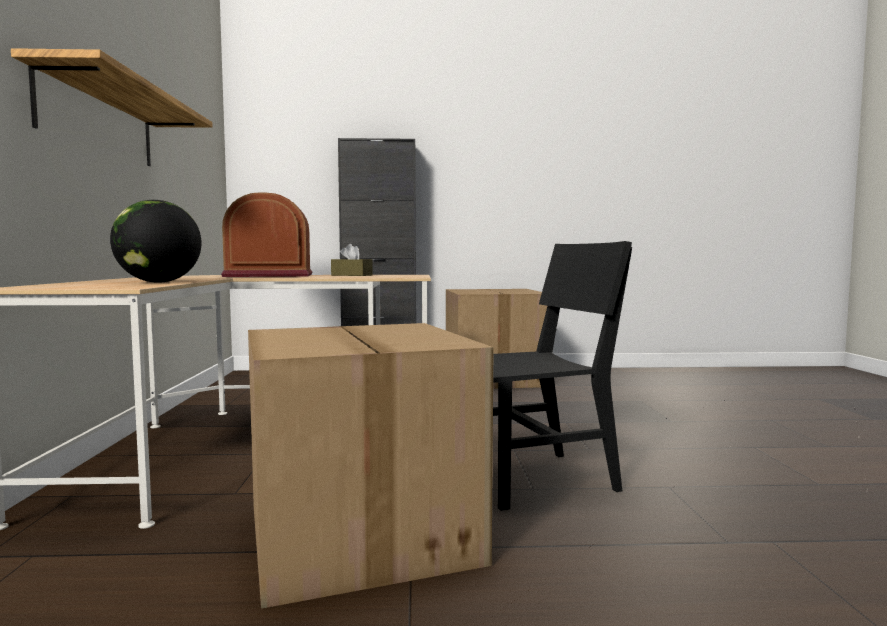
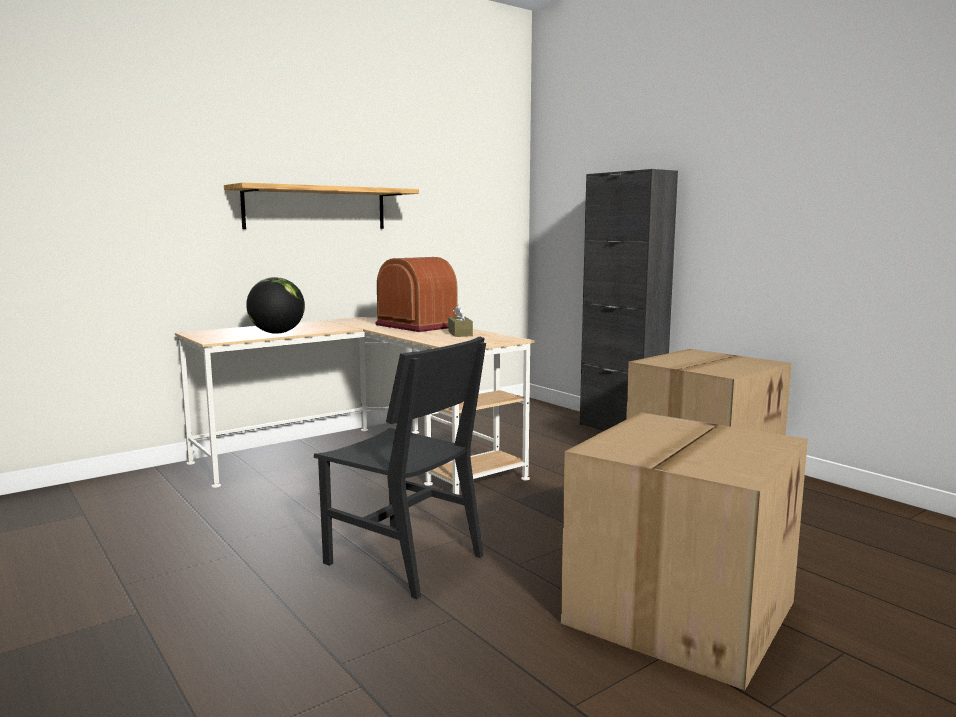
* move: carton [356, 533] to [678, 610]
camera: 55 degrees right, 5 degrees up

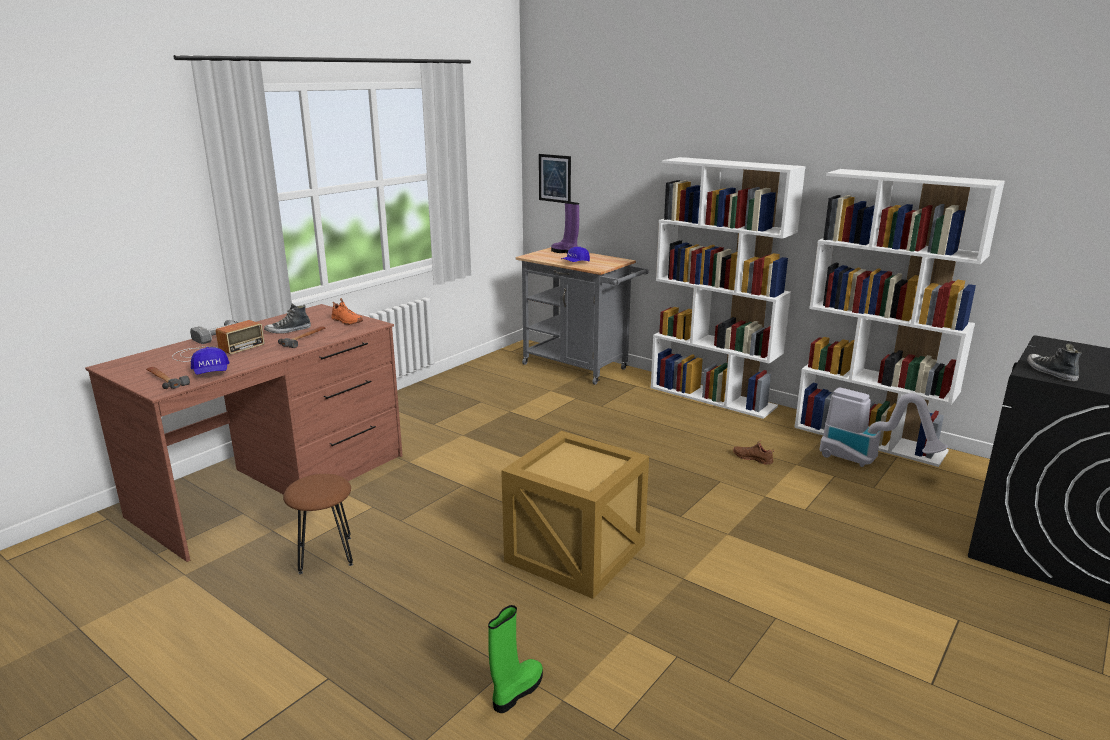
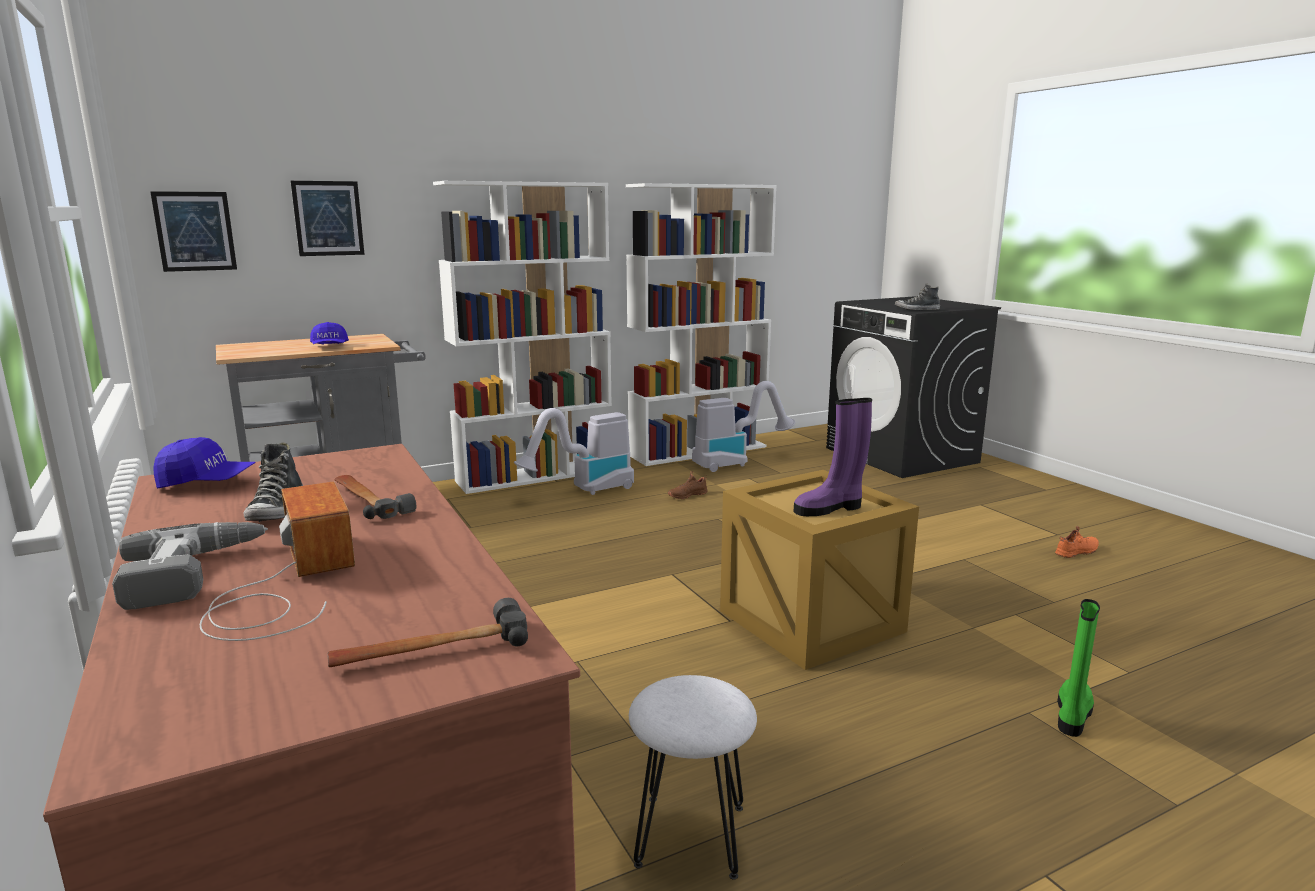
* move: botte [violet] [565, 253] to [830, 509]
* move: chaussure [orange] [346, 322] to [1077, 552]
* move: casquette [bleu] [211, 372] to [207, 483]
* recolor: tabouret [marron] [325, 555] to tabouret [blanc] [692, 835]
* rotate: botte [vert] [516, 691] = [1072, 715] 60 degrees clockwise
* insert: tableau [328, 218]
* insert: aspirateur [584, 491]
camera: 65 degrees left, 5 degrees down

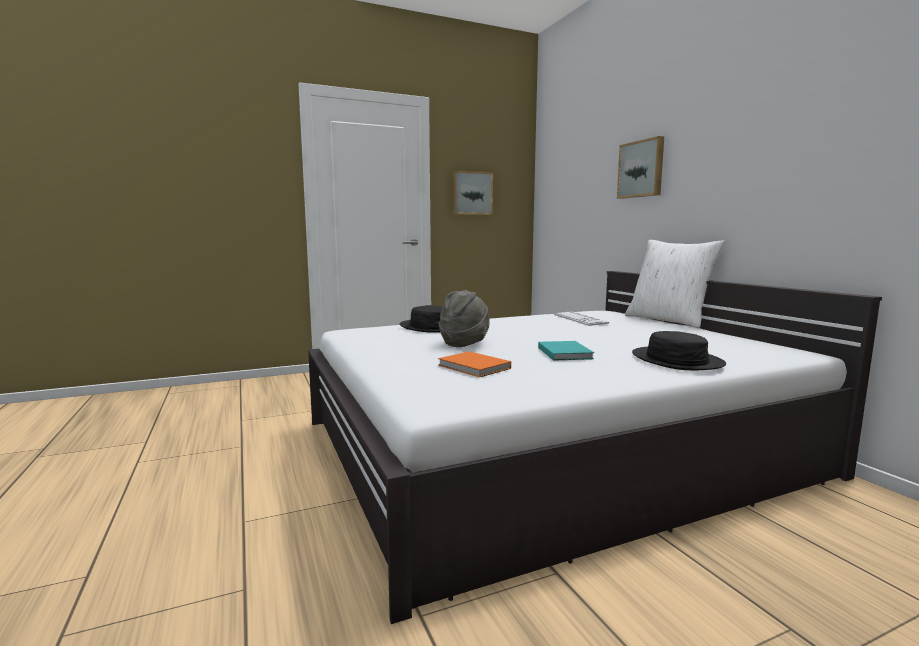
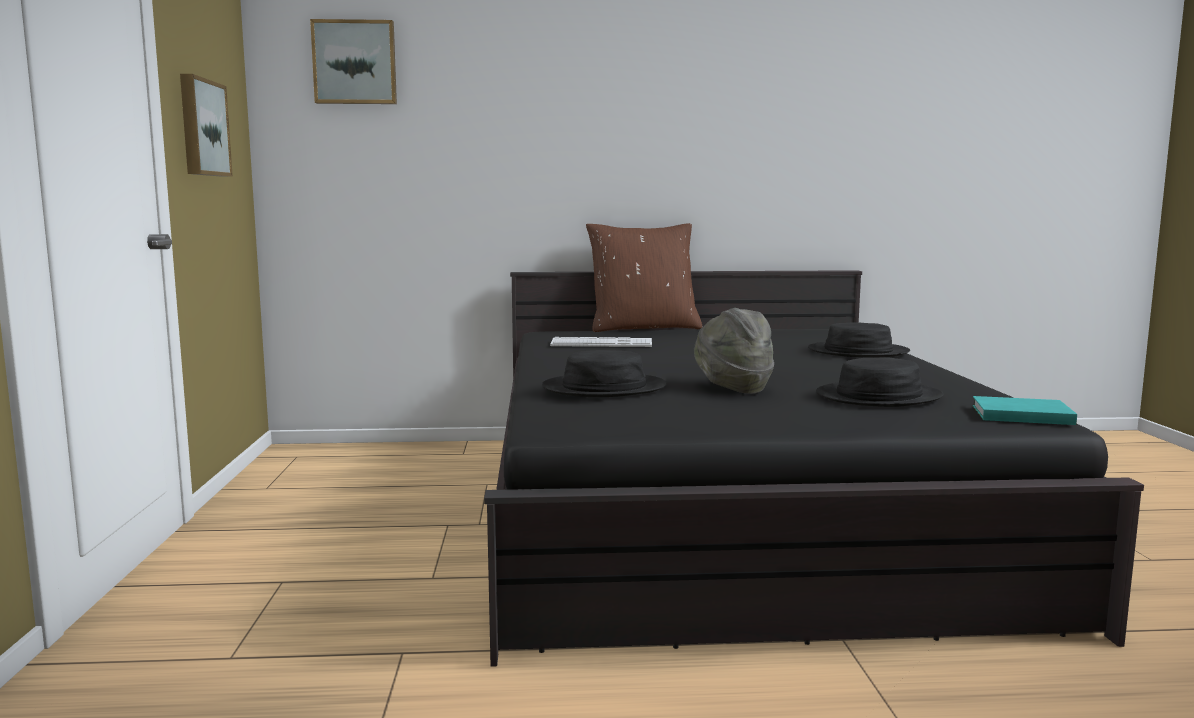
* move: tableau [641, 169] to [355, 63]
* recolor: coussin [blanc] [668, 320] to coussin [marron] [643, 328]
* recolor: lit [blanc] [550, 448] to lit [noir] [728, 512]
* move: livre [turquoise] [565, 353] to [1018, 414]
* replace: livre [orange] [474, 367] to chapeau [noir] [879, 397]
camera: 70 degrees left, 0 degrees up

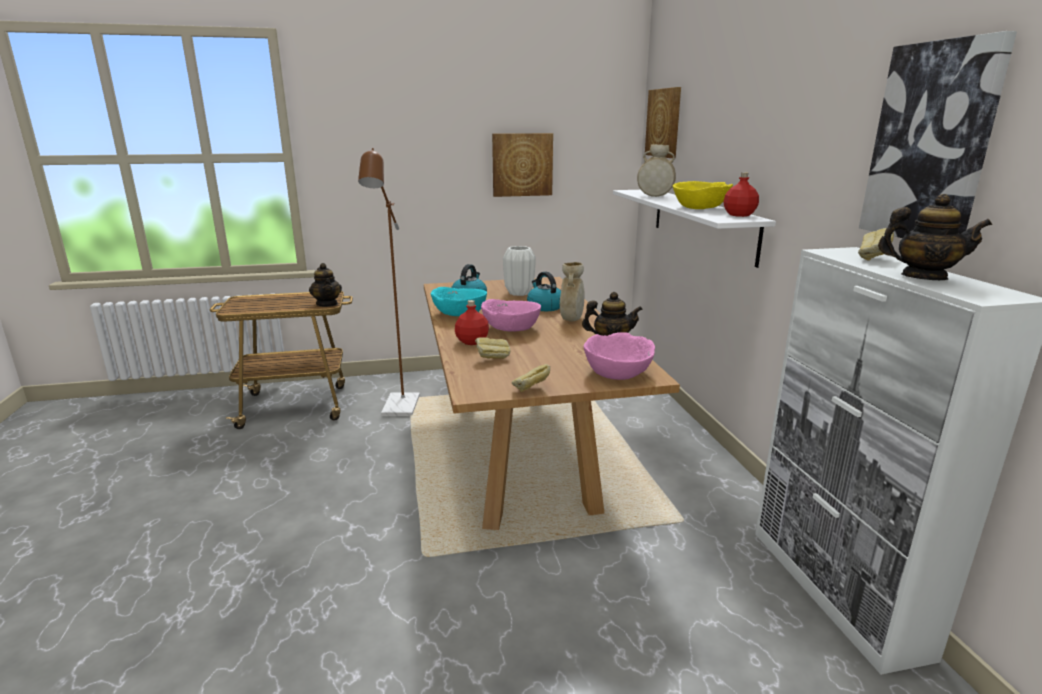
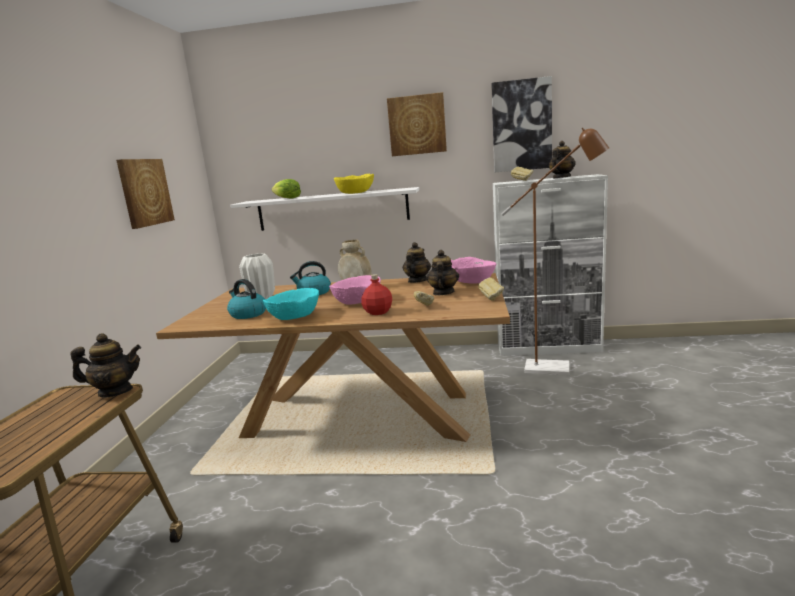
* move: tableau [664, 123] to [417, 125]
* replace: vase [beige] [654, 196] to laitue [287, 198]
* move: lampadaire [marron] [399, 410] to [556, 368]
* delete: bouteille [rouge] [739, 215]
* insert: théière [443, 293]
camera: 70 degrees left, 5 degrees down

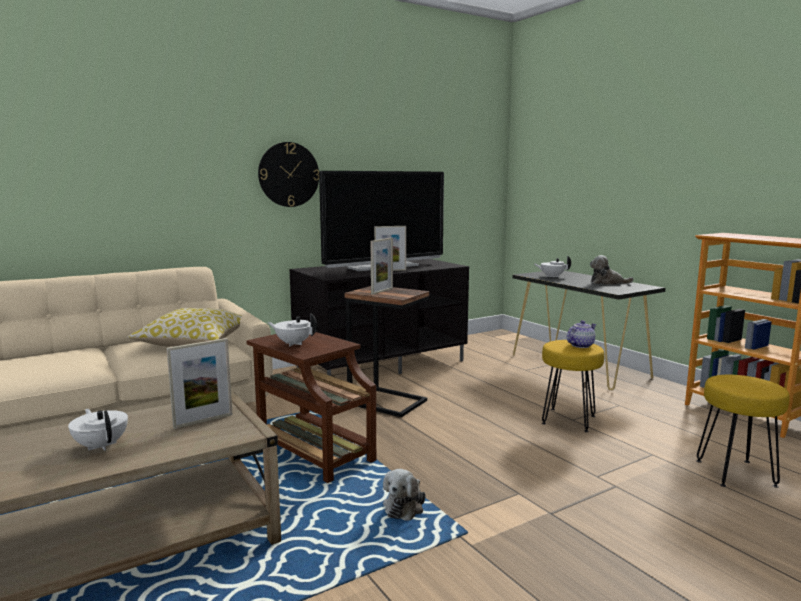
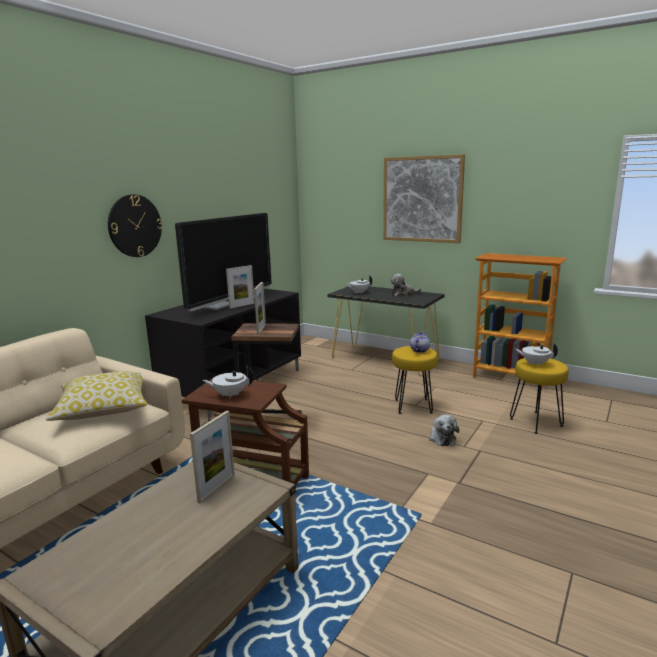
* move: théière [blanc] [101, 446] to [534, 363]
* move: peluche [404, 507] to [442, 438]
* insert: tableau [422, 199]
camera: 25 degrees left, 5 degrees up

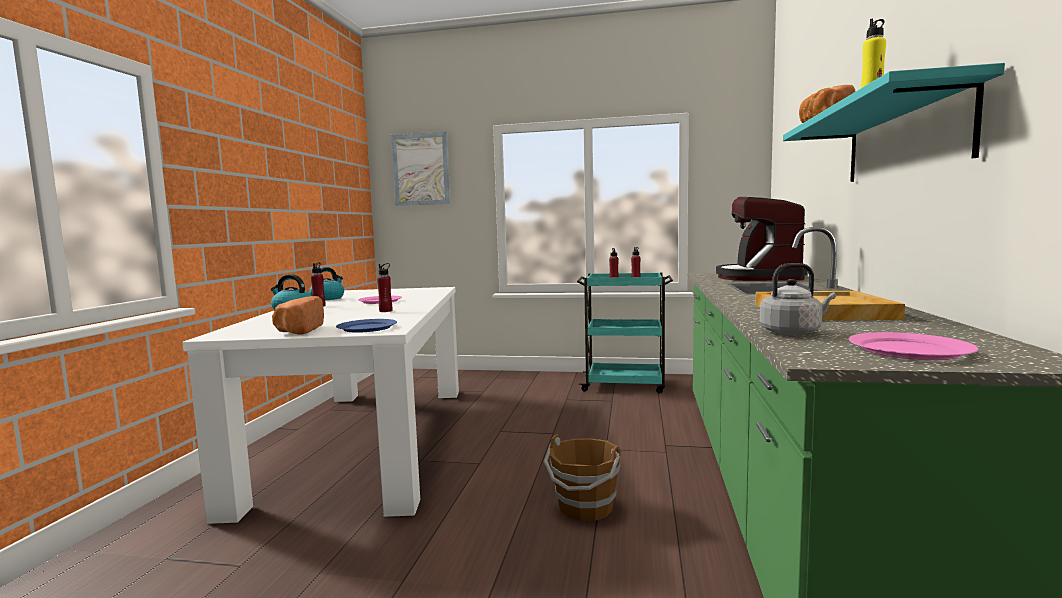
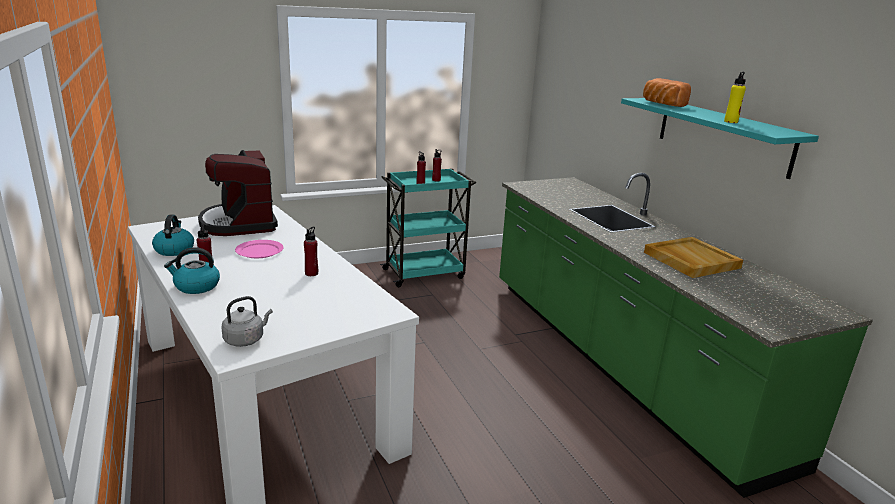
* delete: tableau [421, 169]
* move: machine à café [758, 277] to [239, 223]
* move: bouilloire [gris] [793, 332] to [246, 339]
* delete: pain [298, 330]
* delete: assiette [bleu] [367, 328]
* delete: assiette [rose] [910, 350]
* delete: seau [marron] [585, 508]
camera: 35 degrees left, 15 degrees up

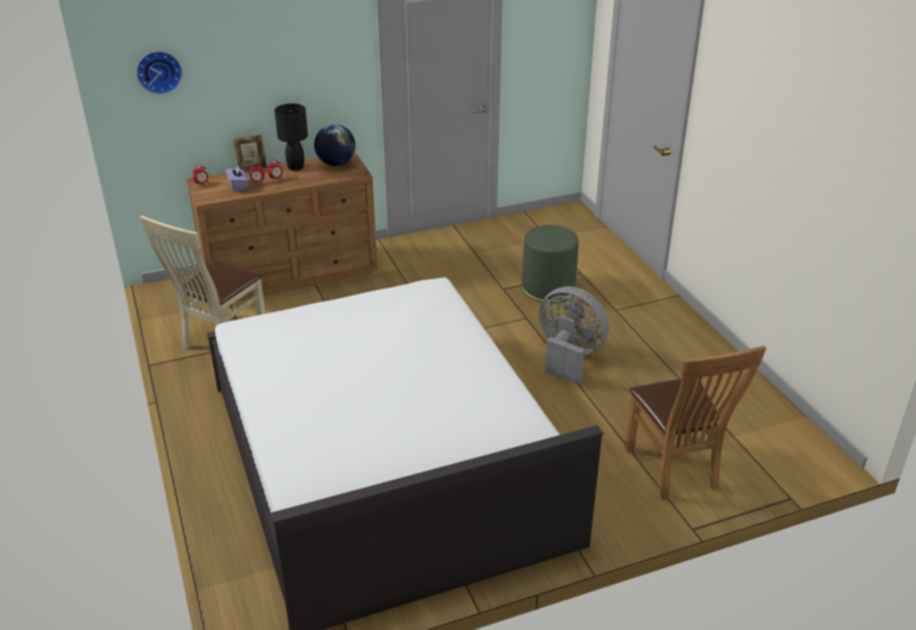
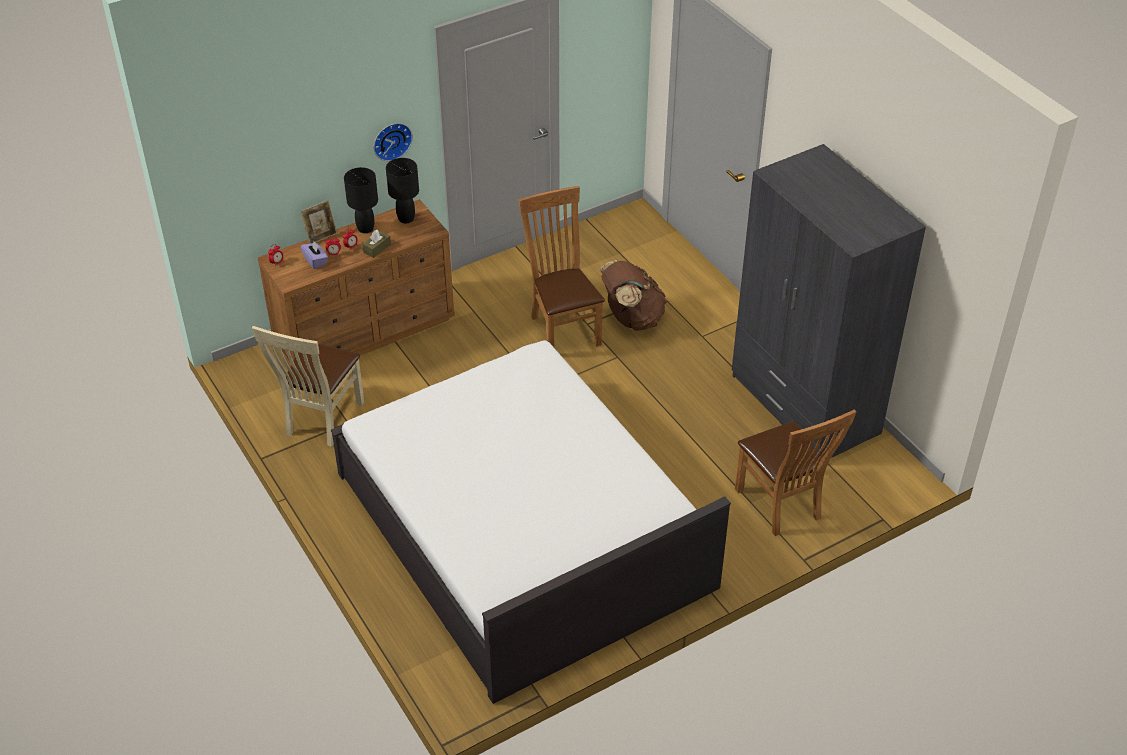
* move: horloge murale [159, 71] to [391, 140]
* replace: globe [336, 164] to lampe de table [noir] [405, 218]
* replace: pouf [vert] [548, 289] to sac à dos [marron] [631, 318]
* delete: ventilateur [gris] [569, 357]
* insert: armoire [gris] [804, 405]
* insert: chaise [marron] [562, 328]
* insert: boîte à mouchoirs [marron] [377, 248]
camera: 10 degrees left, 10 degrees up

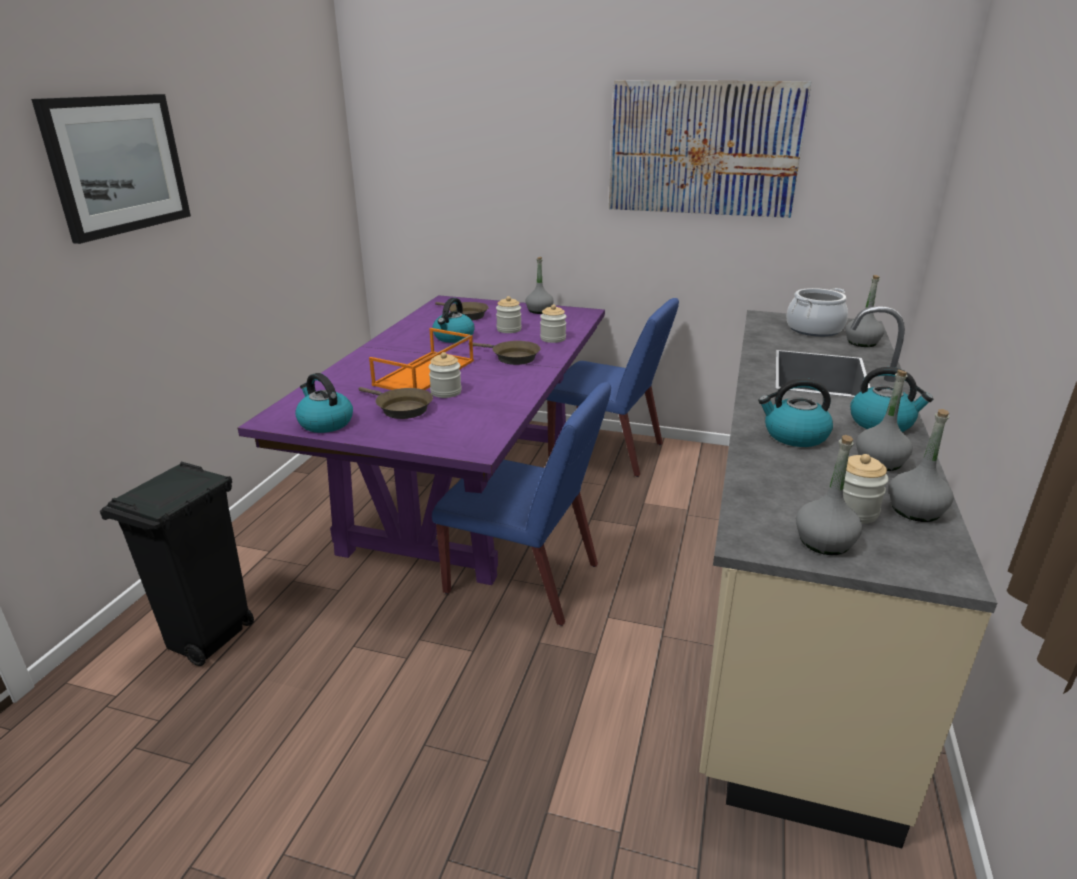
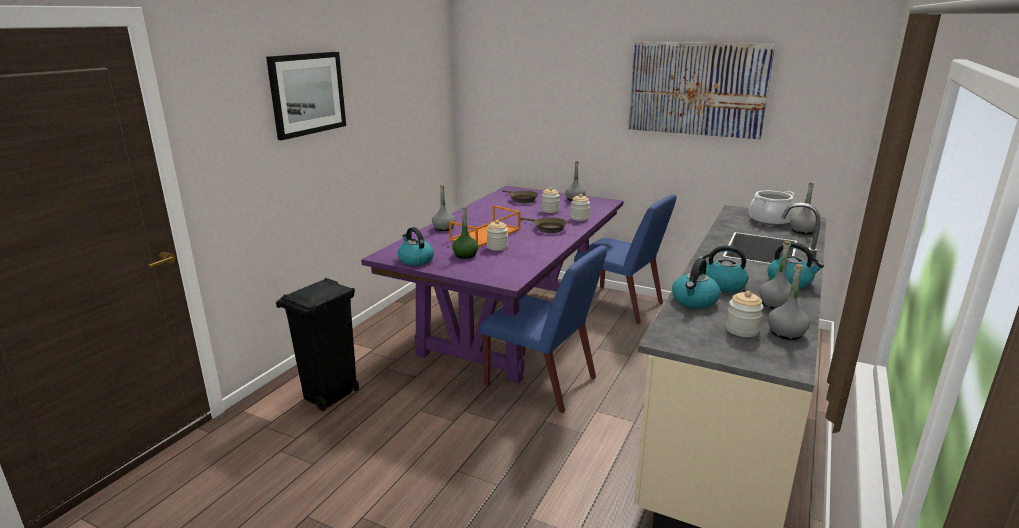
* move: bouilloire [453, 337] to [694, 301]
* replace: poêle [marron] [401, 408] to bouteille [vert] [465, 255]
* move: bouteille [gris] [824, 542] to [444, 228]
camera: 10 degrees right, 5 degrees down

